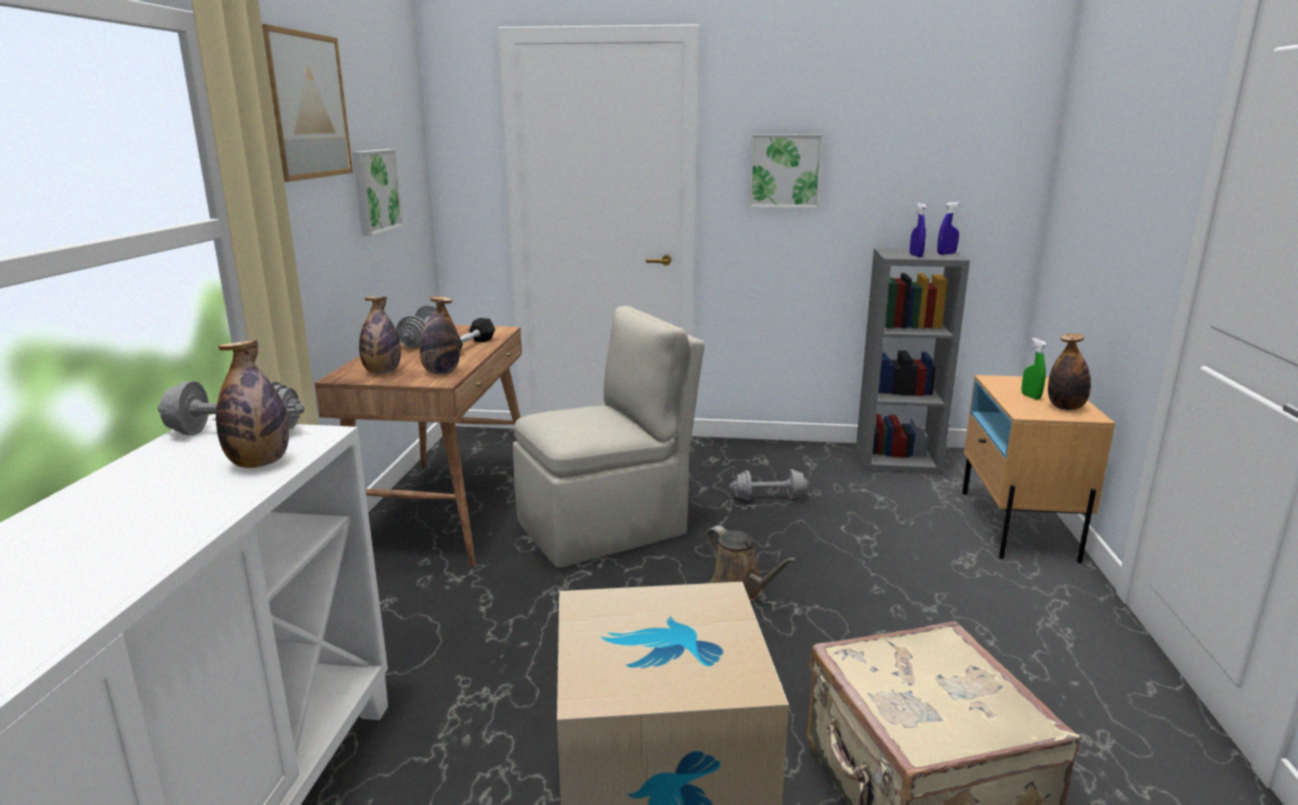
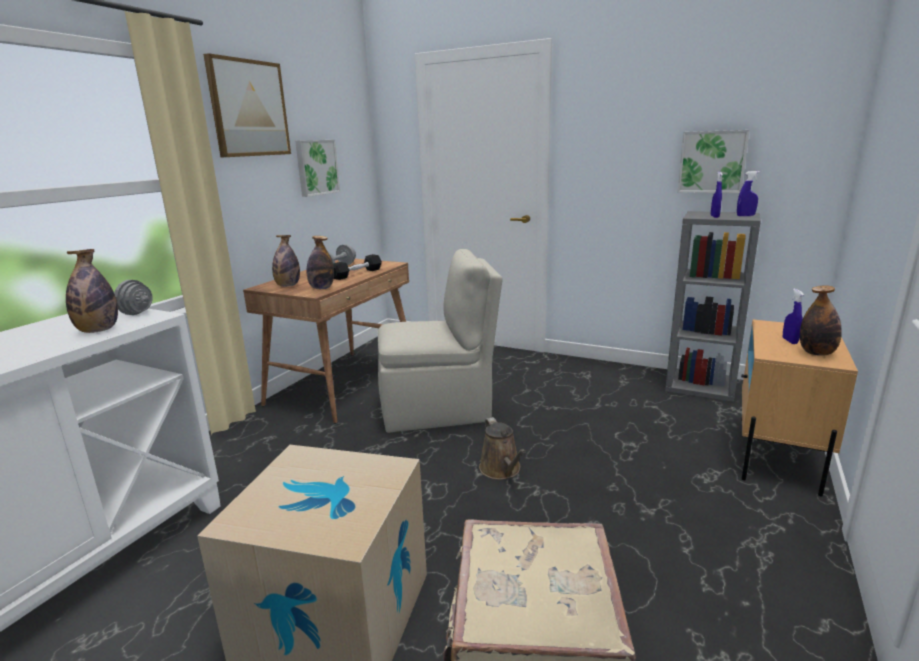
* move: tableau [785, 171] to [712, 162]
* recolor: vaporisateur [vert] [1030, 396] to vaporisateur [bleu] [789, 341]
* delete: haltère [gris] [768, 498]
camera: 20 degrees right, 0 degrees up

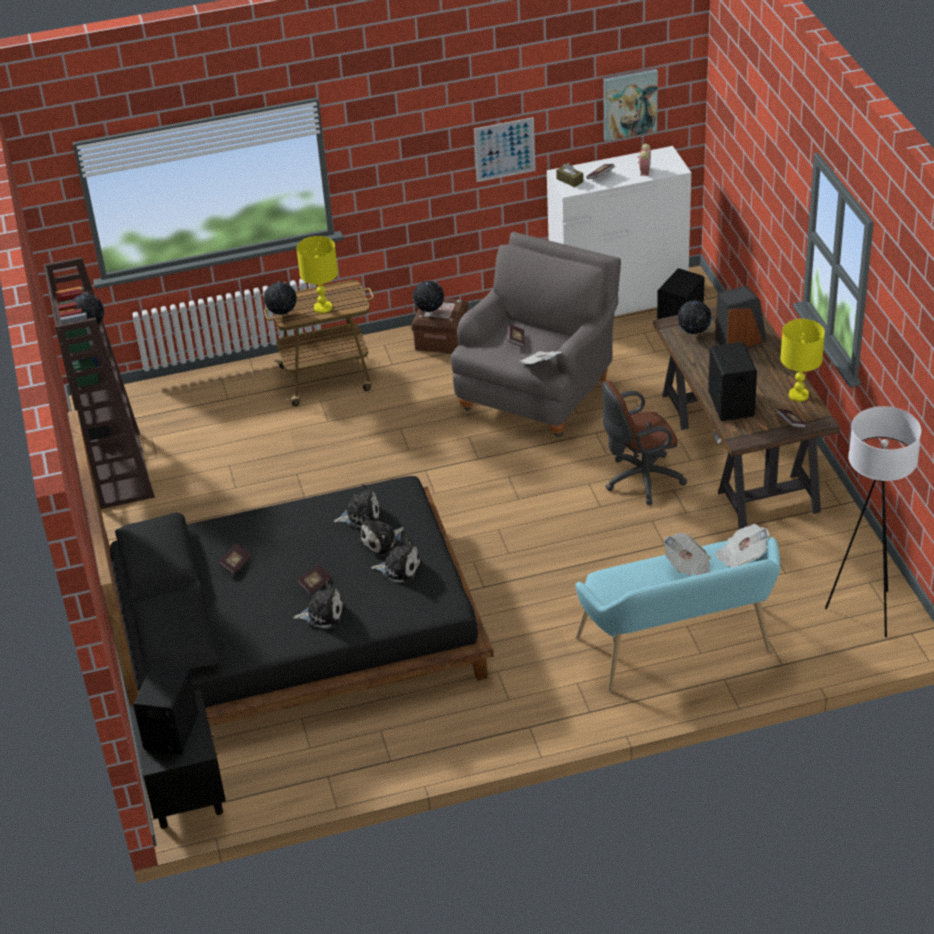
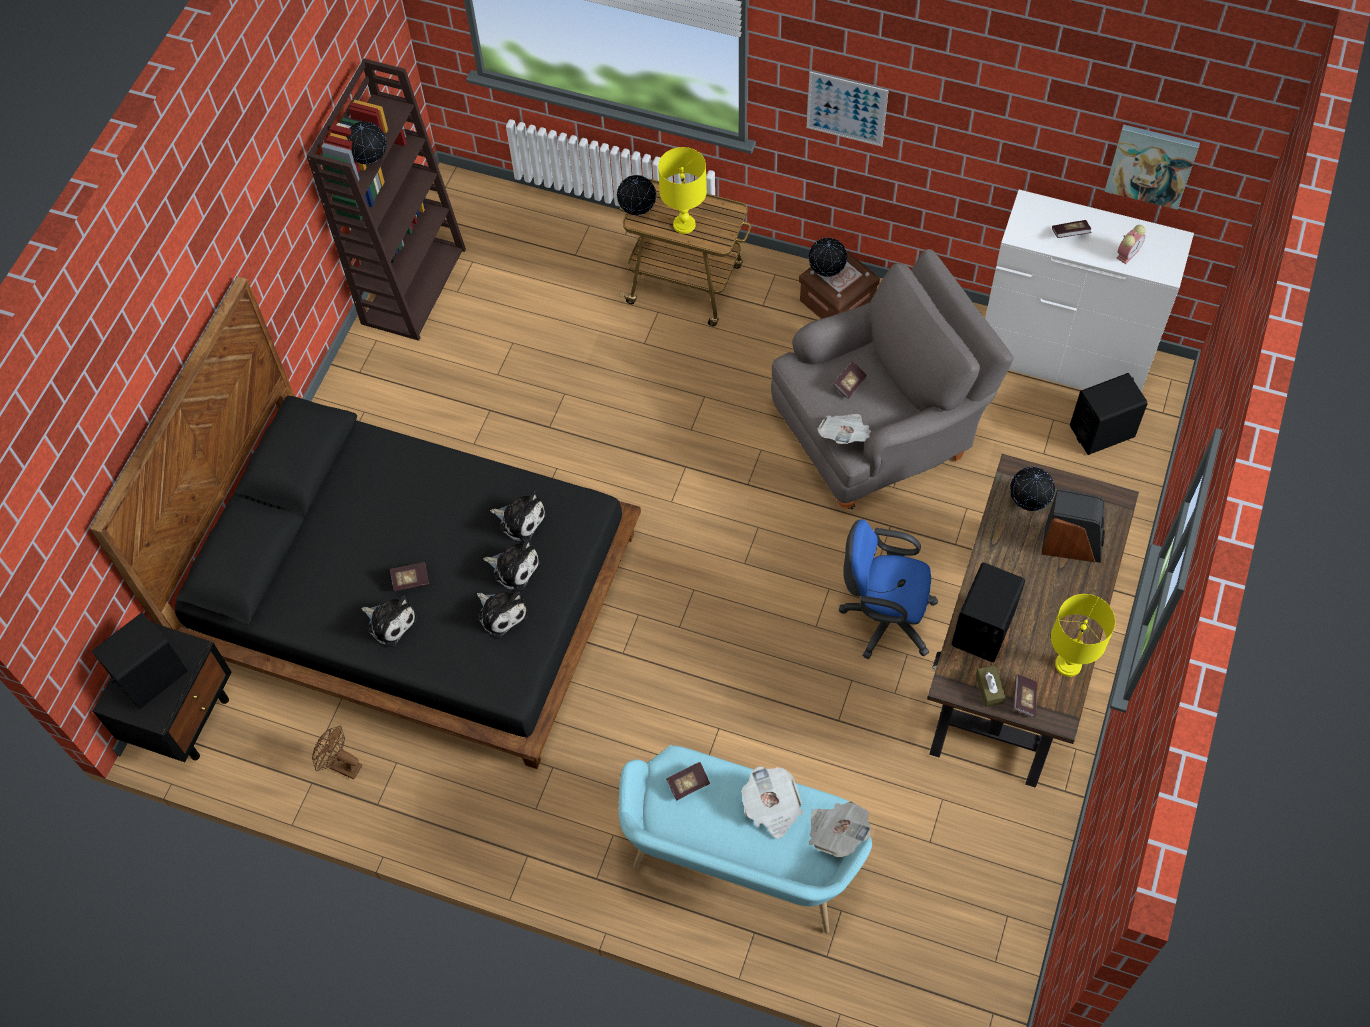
* move: tableau [504, 149] to [846, 109]
* move: boîte à mouchoirs [marron] [569, 180] to [989, 689]
* recolor: chaise de bureau [marron] [640, 480] to chaise de bureau [bleu] [883, 618]
* delete: lampadaire [blanc] [865, 611]
* rotate: peluche [382, 542] = [514, 568] 150 degrees counterclockwise
* move: livre [235, 564] to [688, 784]
* insert: ventilateur [marron] [341, 765]
camera: 35 degrees right, 20 degrees up

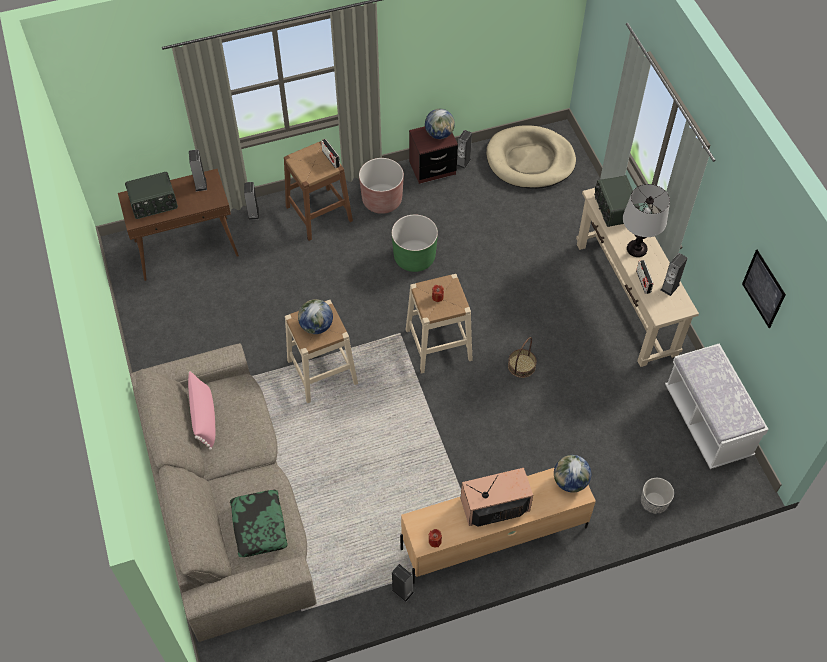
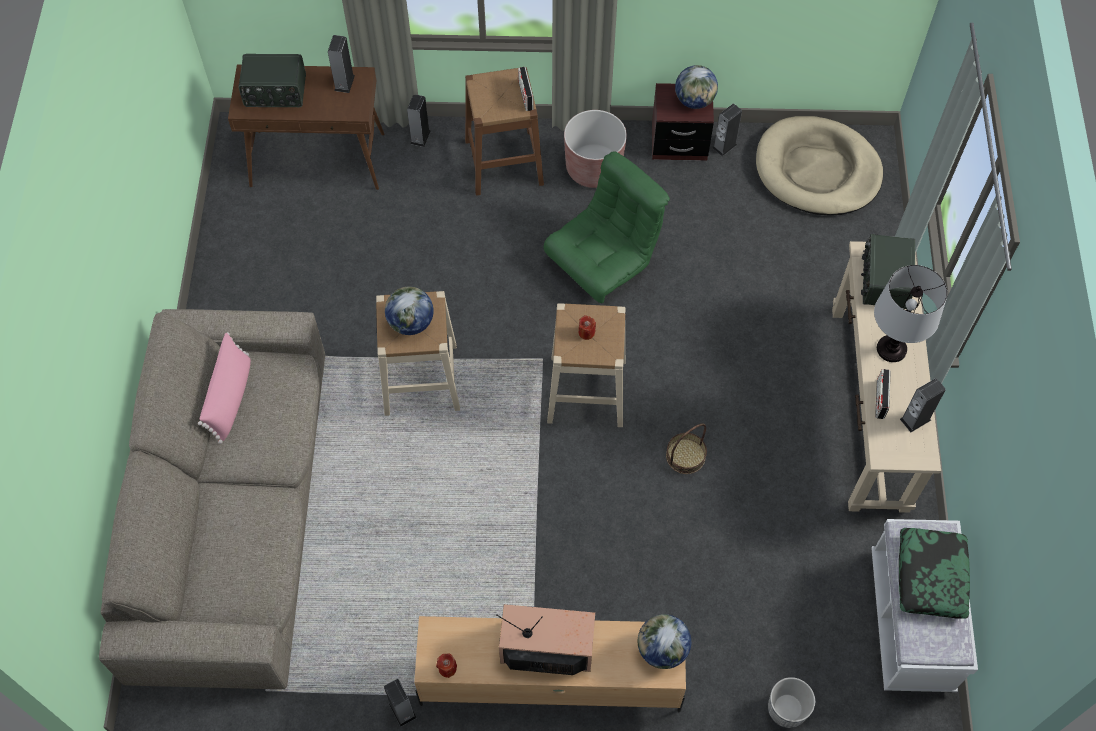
* replace: cache-pot [vert] [414, 257] to fauteuil [vert] [604, 260]
* delete: tableau [763, 288]
* move: coussin [259, 526] to [930, 576]
camera: 20 degrees right, 5 degrees up

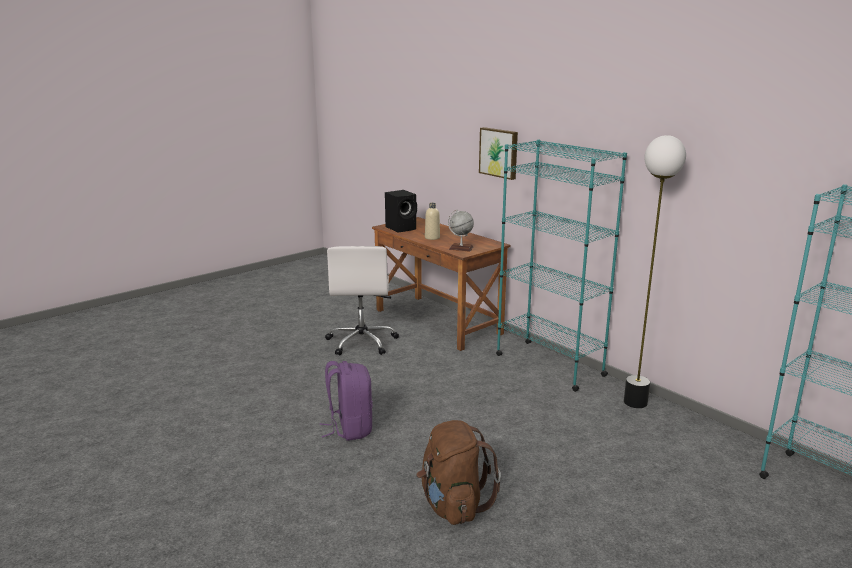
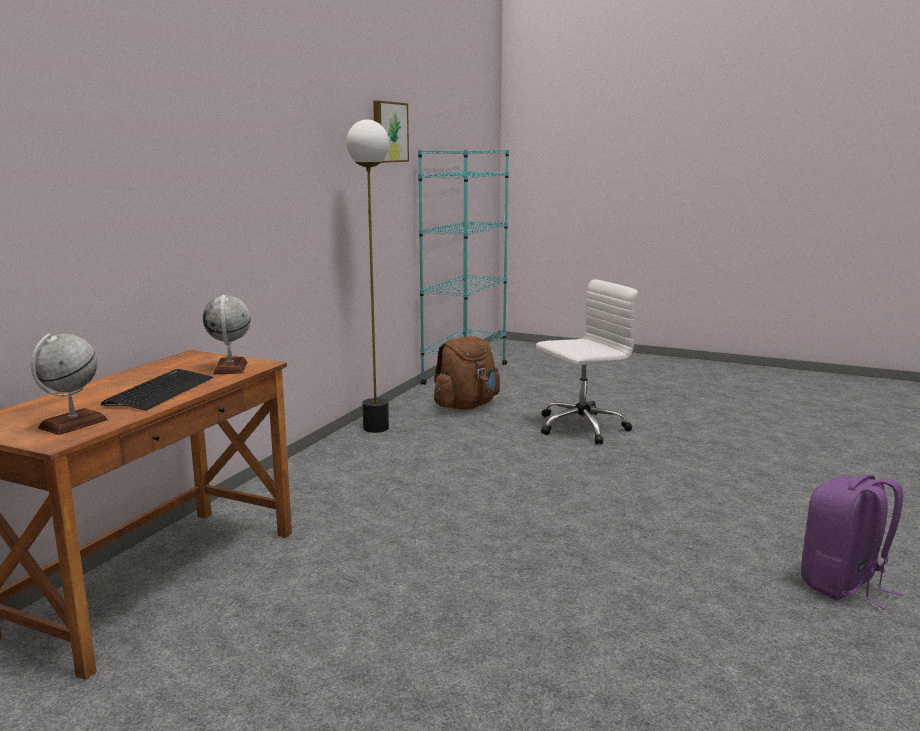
* move: tableau [499, 152] to [388, 132]
* delete: bibliothèque [turquoise] [549, 365]
* replace: enceinte [noir] [402, 228] to globe [73, 424]
* replace: bouteille [beige] [432, 238] to clavier [160, 391]
* move: chaise de bureau [blanc] [362, 342] to [580, 427]
* move: sac à dos [violet] [350, 428] to [844, 585]
* move: sac à dos [marron] [453, 505] to [466, 406]
camera: 115 degrees left, 5 degrees down

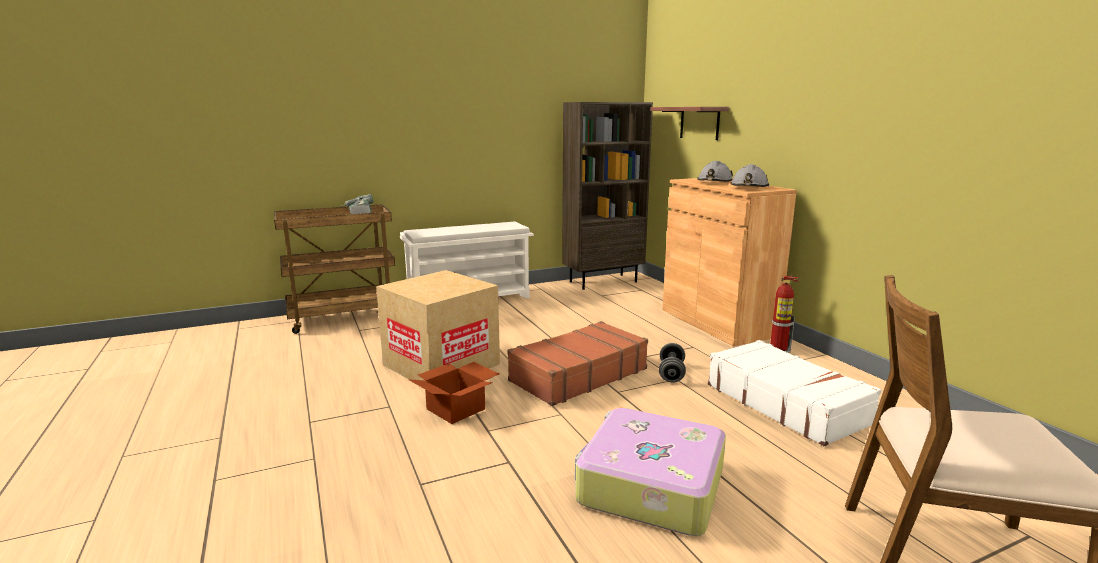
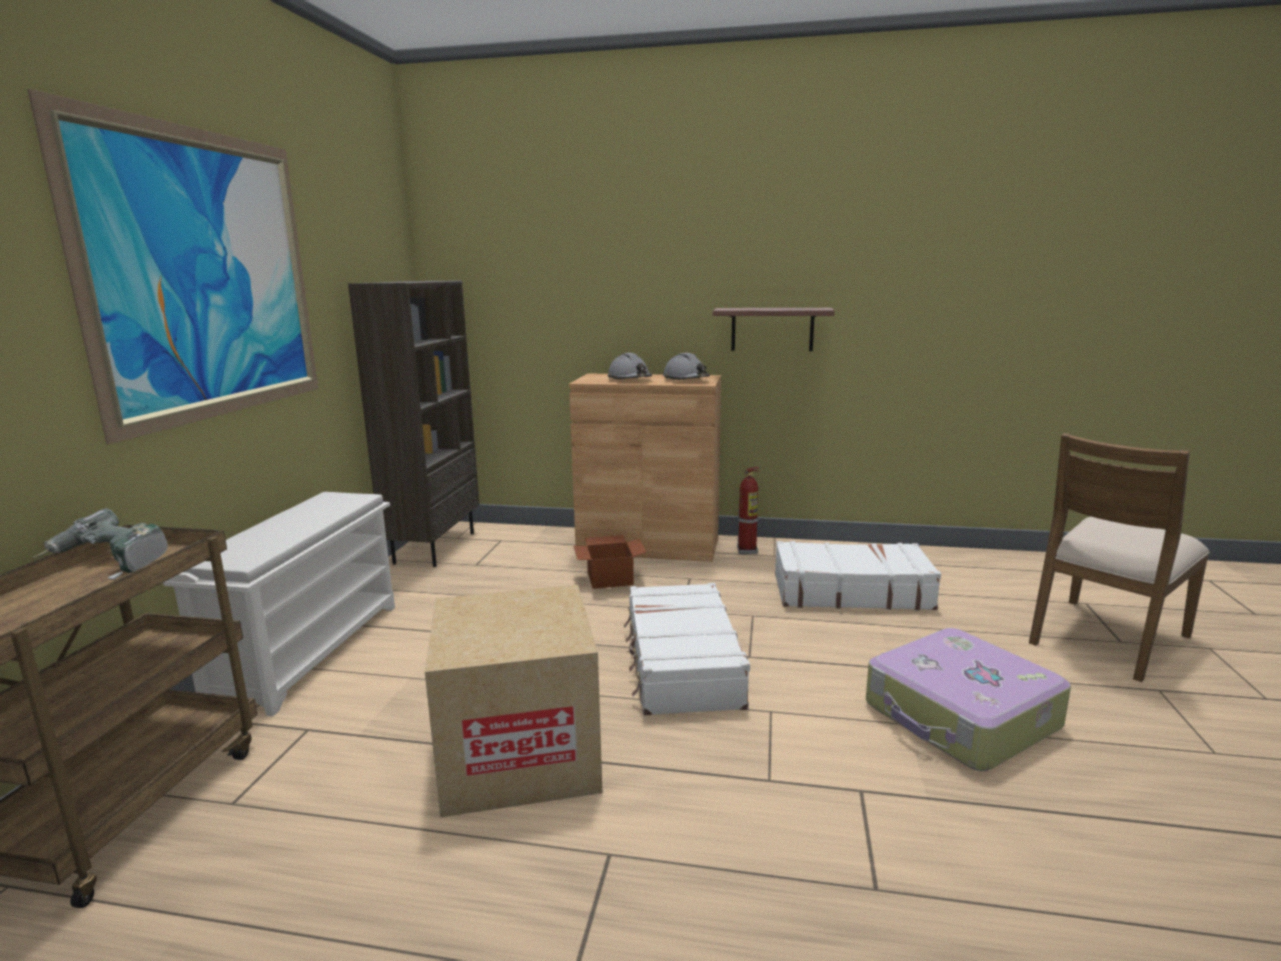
* move: étagère [699, 123] to [772, 329]
* recolor: valise [marron] [577, 375] to valise [blanc] [681, 663]
* delete: haltère [gris] [671, 374]
* move: carton [457, 409] to [610, 578]
* insert: tableau [207, 276]
camera: 55 degrees left, 0 degrees up

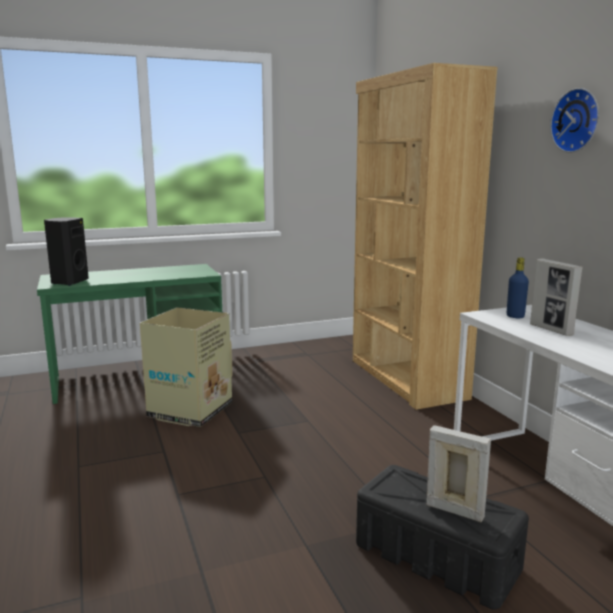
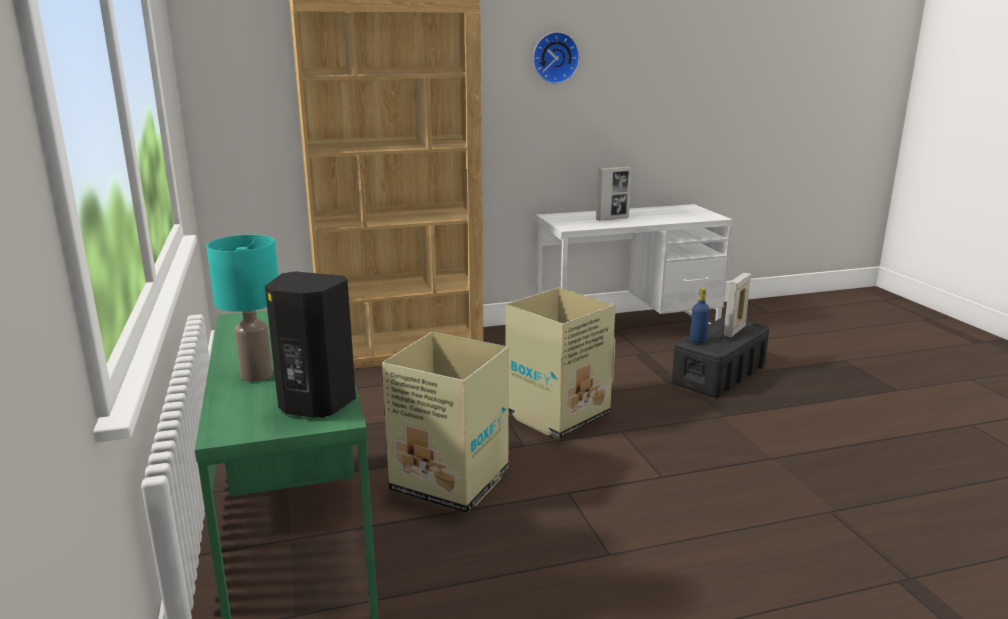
* move: bouteille [bleu] [515, 316] to [698, 340]
* insert: lampe de table [turquoise] [256, 375]
* insert: carton [556, 415]
camera: 85 degrees left, 5 degrees up

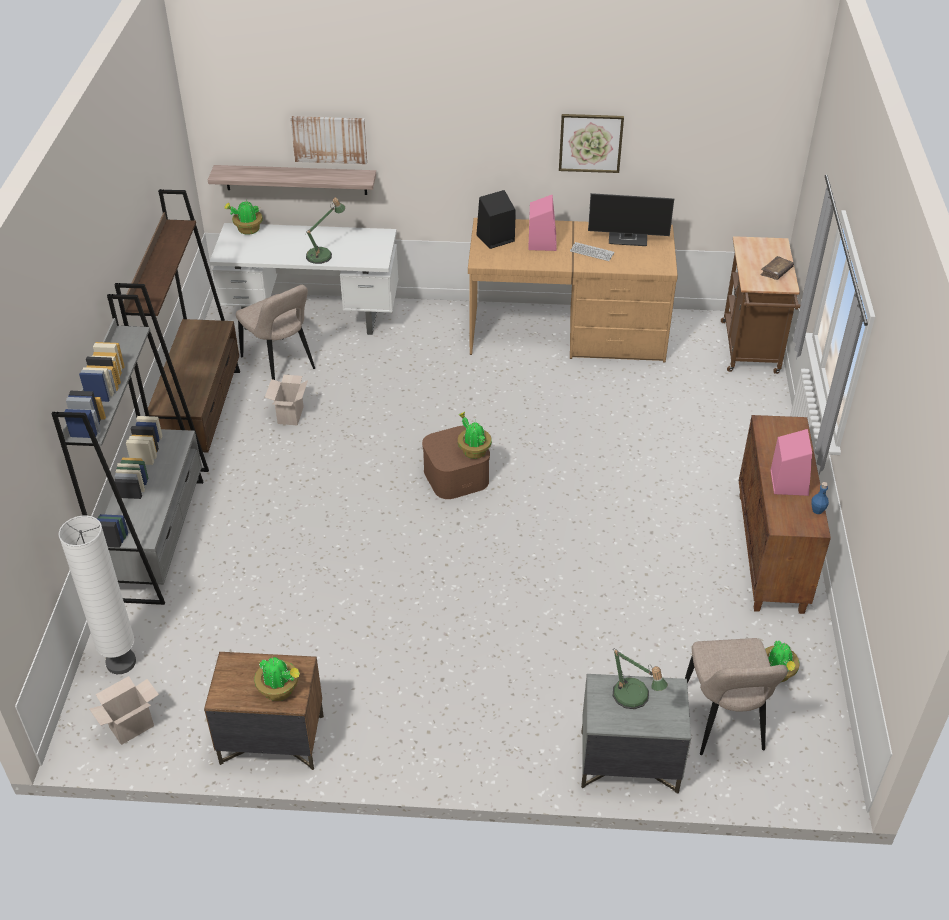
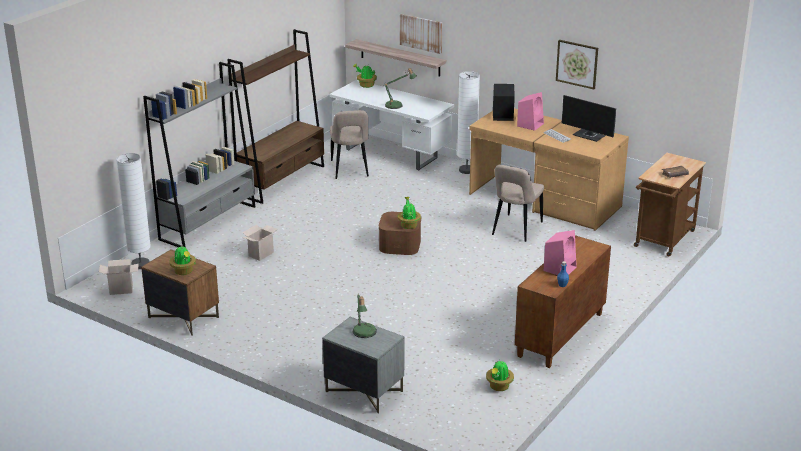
* move: carton [290, 414] to [261, 254]
* move: chaise [beige] [724, 722] to [515, 229]
* insert: lampadaire [blanc] [466, 170]
camera: 30 degrees right, 15 degrees down

